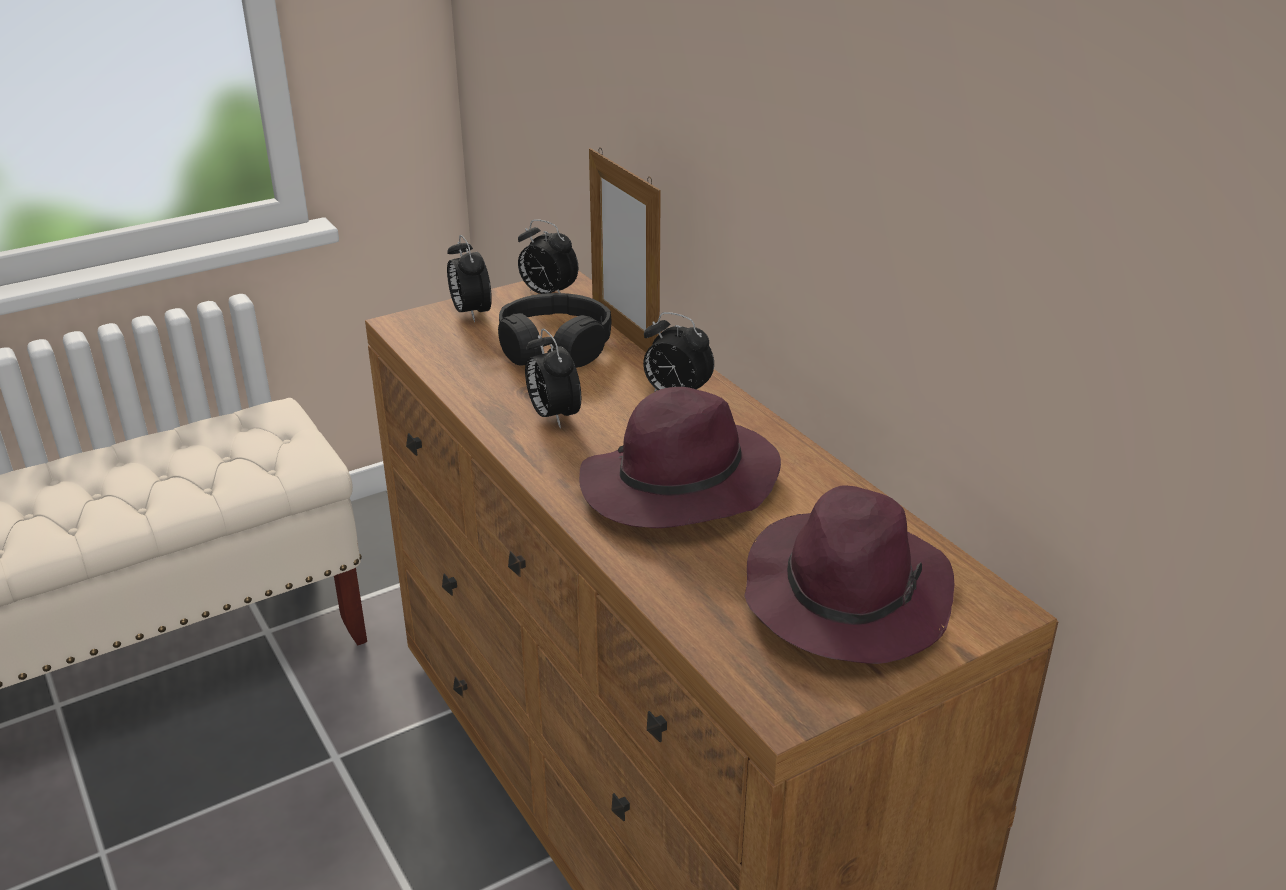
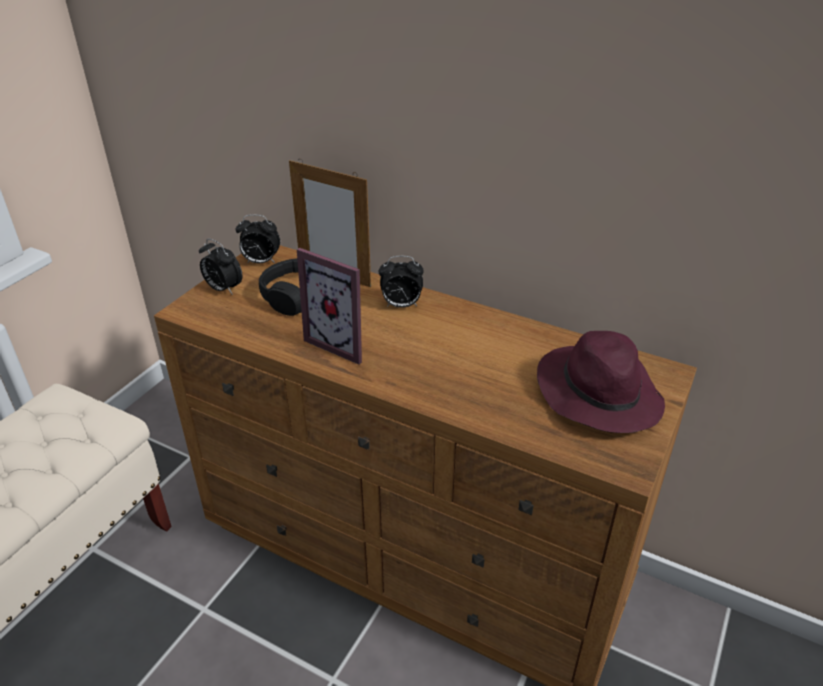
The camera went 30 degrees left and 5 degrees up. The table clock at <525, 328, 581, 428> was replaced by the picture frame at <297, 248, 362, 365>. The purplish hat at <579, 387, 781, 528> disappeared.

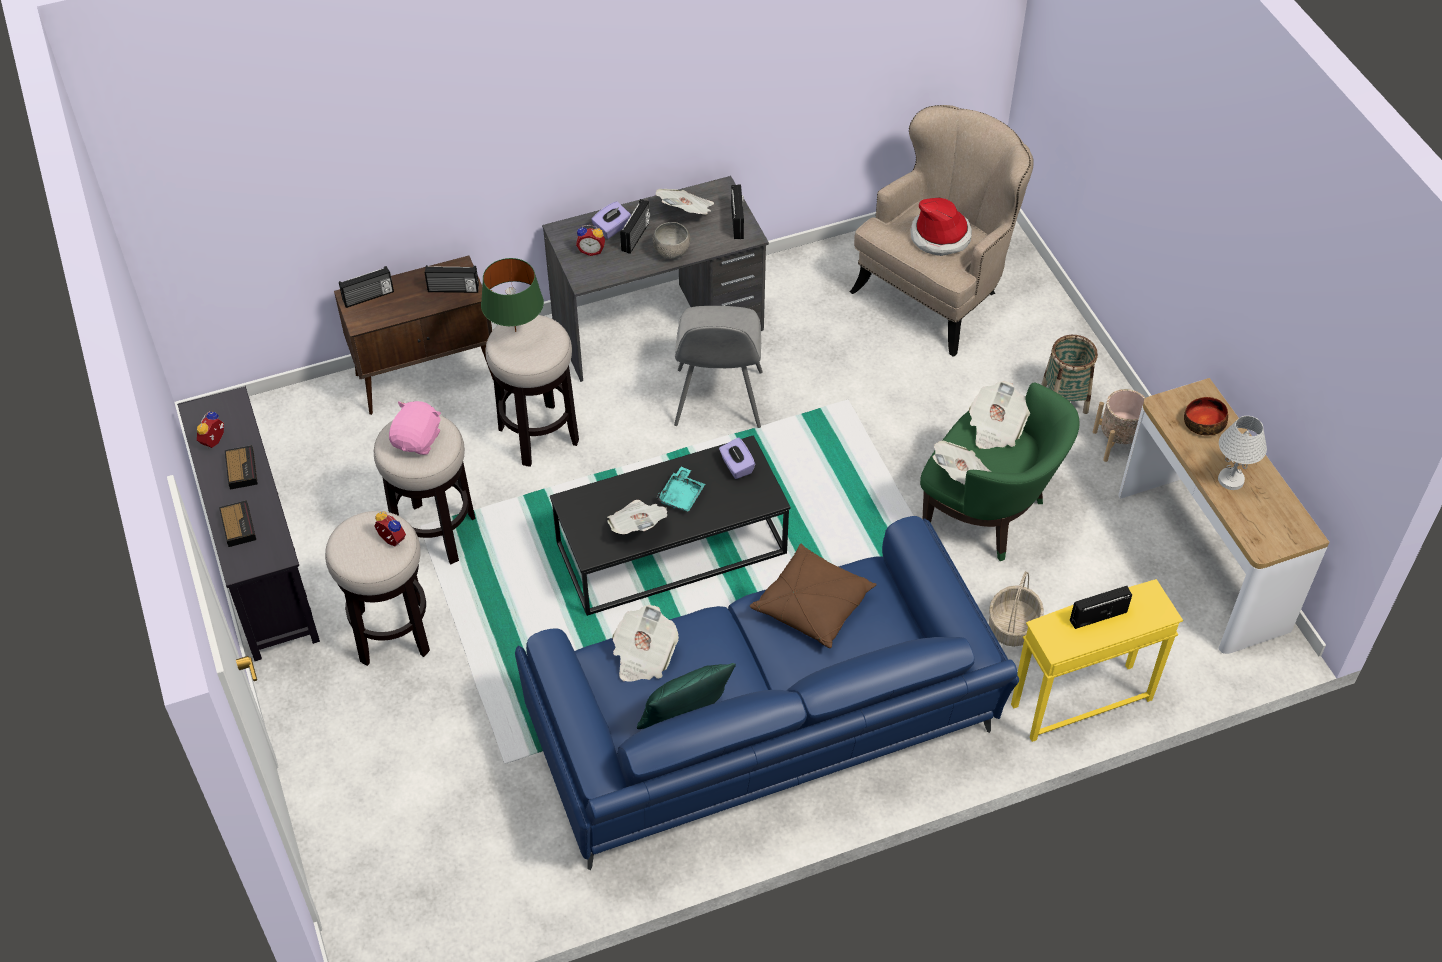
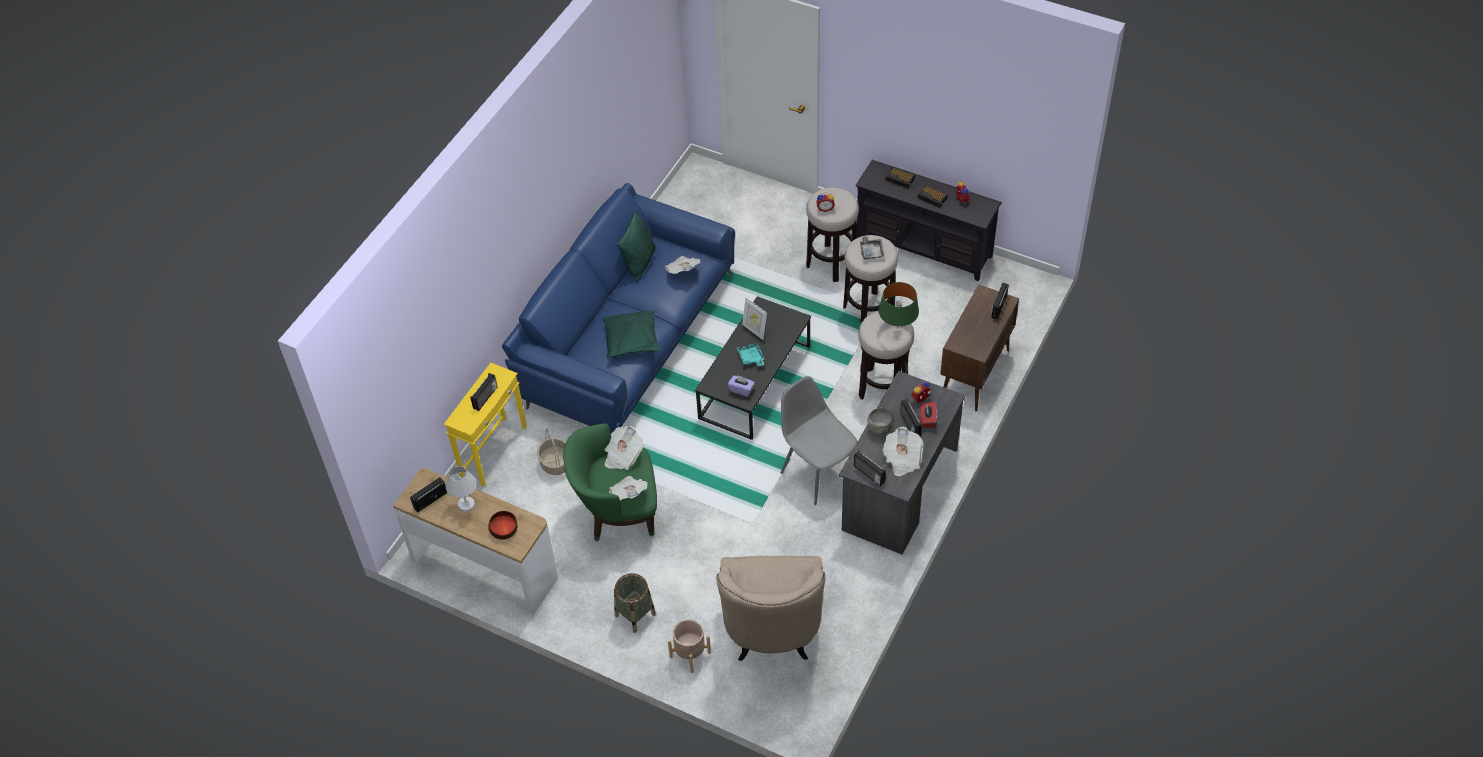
The camera went 140 degrees right and 0 degrees up. The hat at <910, 198, 972, 256> disappeared. The purplish tissue box at <591, 202, 631, 239> became the reddish tissue box at <920, 402, 937, 428>. The radio set moved from <425, 265, 479, 293> to <410, 477, 447, 512>. The beige planter moved from <1093, 389, 1145, 462> to <668, 619, 711, 673>. The pinkish plush toy at <389, 401, 441, 455> was replaced by the gray tray at <860, 236, 884, 260>. The daily paper at <607, 500, 668, 534> was replaced by the picture frame at <742, 297, 767, 340>. The brownish cushion at <750, 543, 877, 648> became the green cushion at <602, 310, 660, 358>.

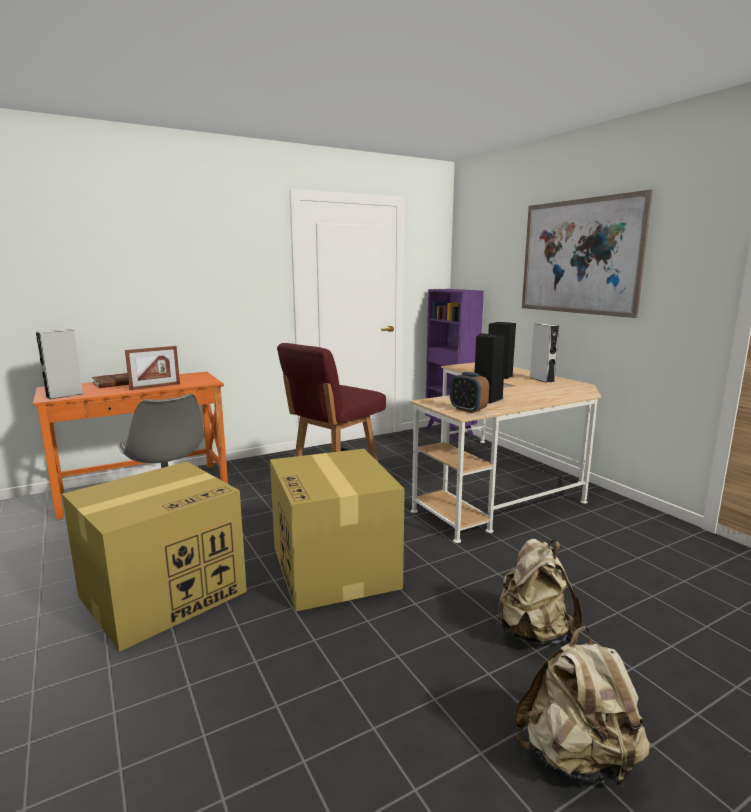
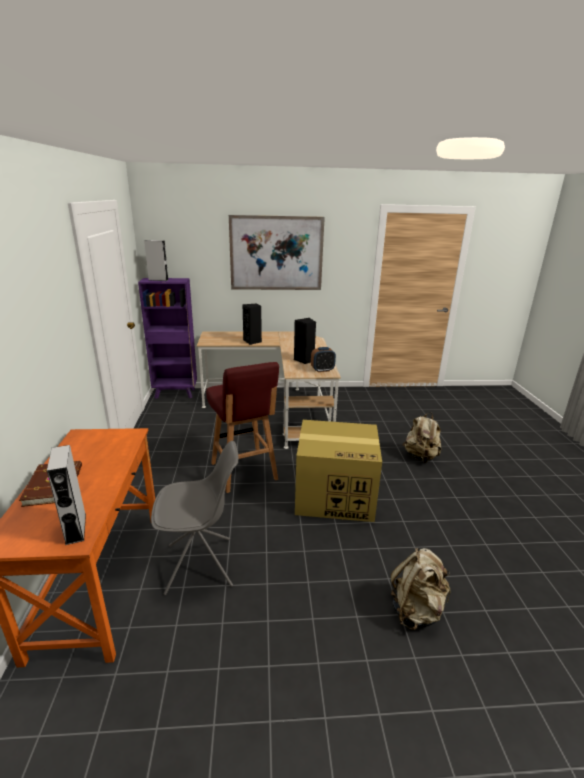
The camera went 65 degrees left and 10 degrees up. The gray speaker moved from <529, 323, 559, 383> to <144, 240, 168, 281>. The picture frame at <125, 346, 180, 390> disappeared. The carton at <62, 462, 247, 652> disappeared. The beige backpack moved from <514, 626, 650, 790> to <391, 548, 451, 630>.

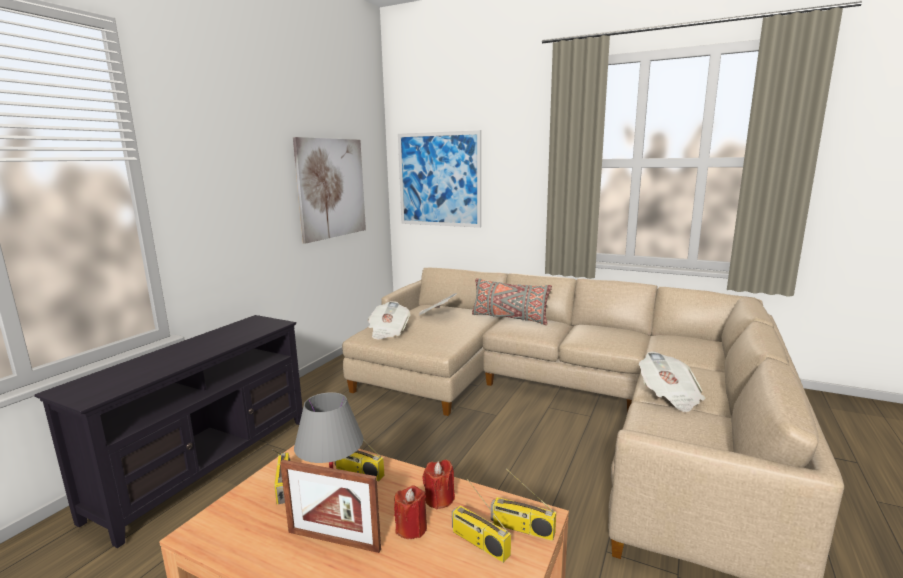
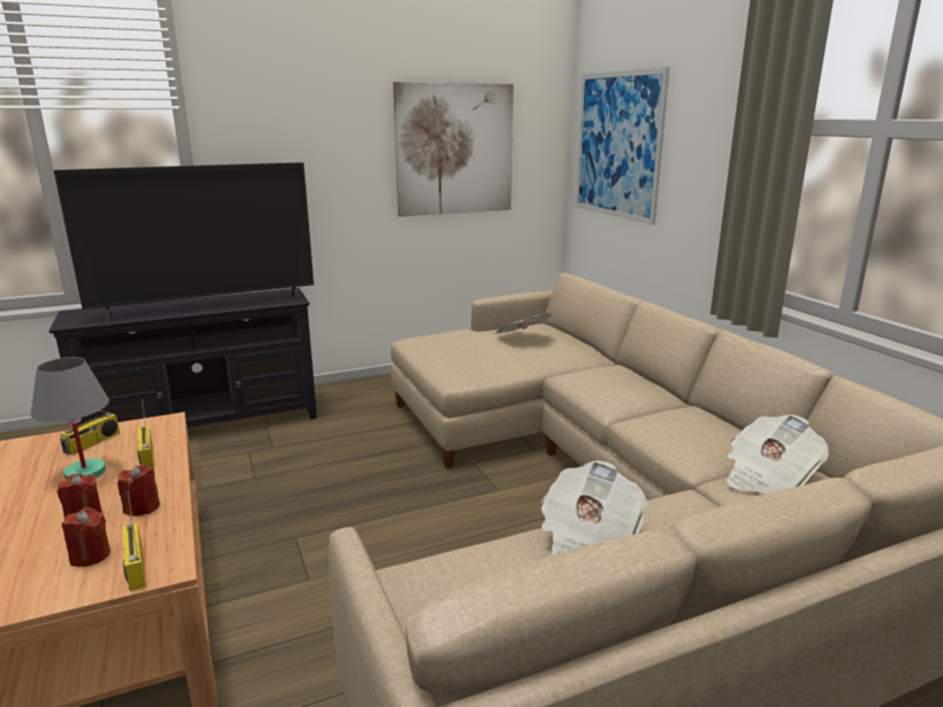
The camera went 40 degrees right and 5 degrees up. The gray cushion at <472, 279, 552, 325> disappeared. The daily paper moved from <368, 301, 410, 339> to <727, 415, 829, 494>. The picture frame at <280, 460, 381, 553> disappeared. The radio set at <452, 478, 511, 563> was replaced by the reddish candle at <62, 507, 110, 567>. The TV set at <54, 162, 314, 322> appeared.

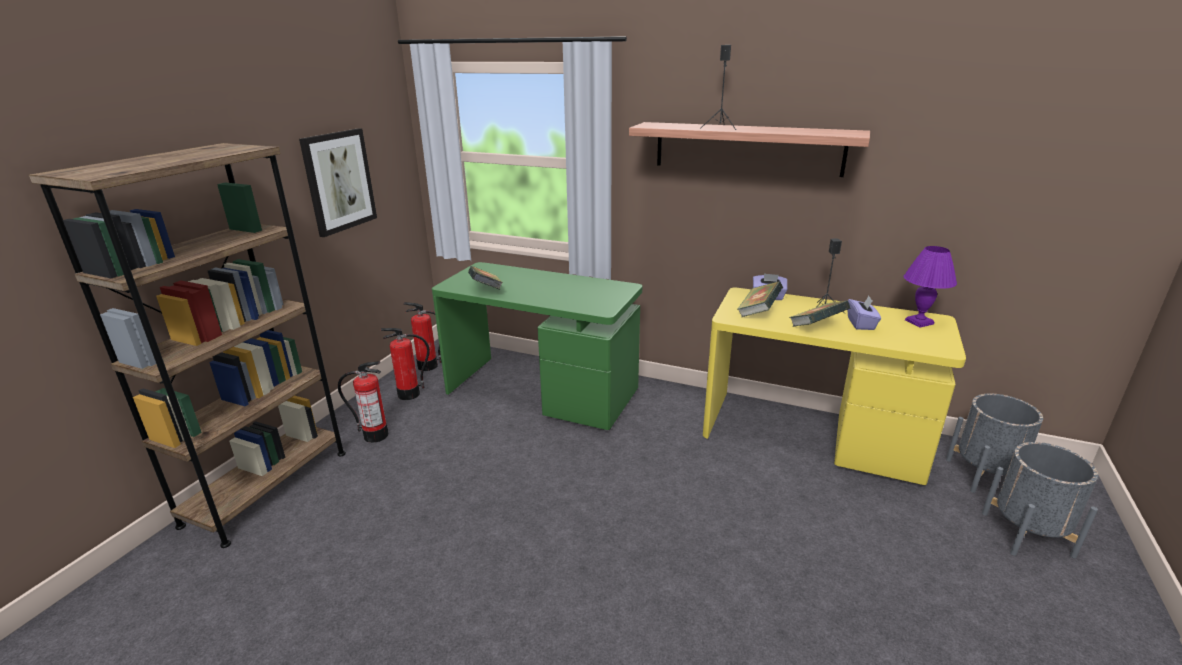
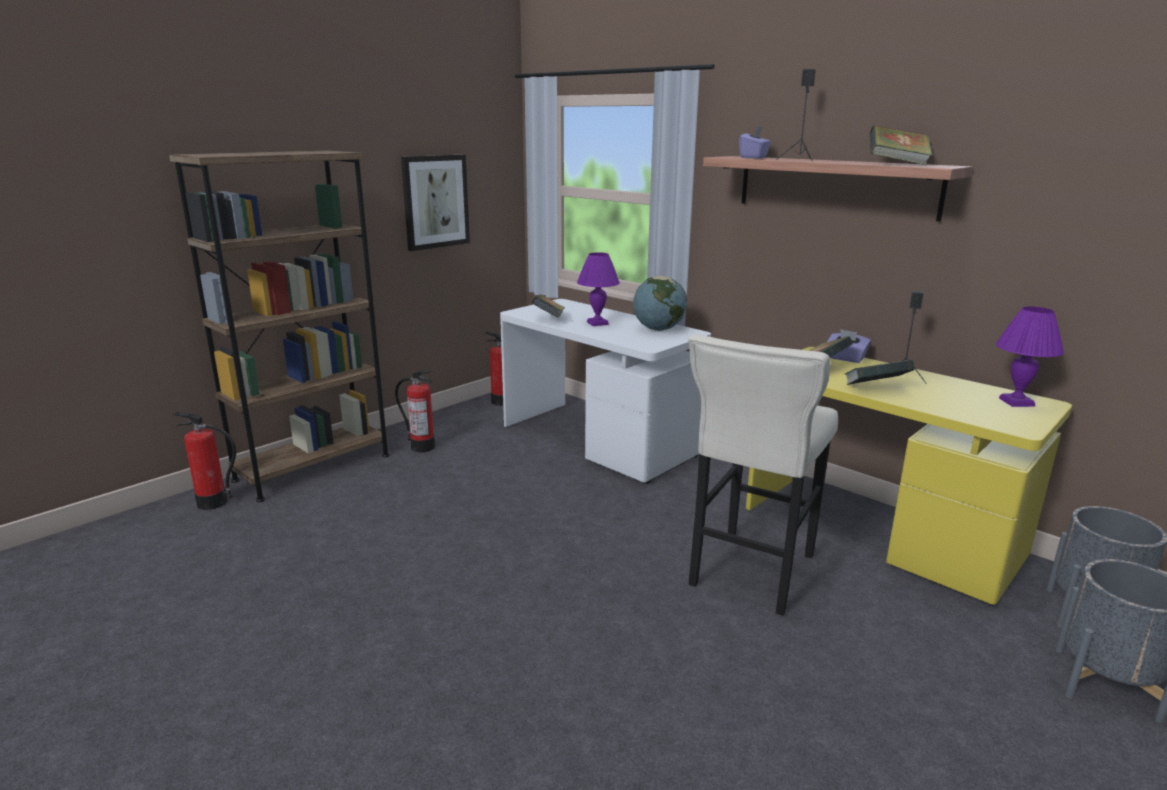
The camera went 20 degrees right and 5 degrees down. The green desk at <432, 262, 642, 430> became the white desk at <500, 299, 711, 484>. The purplish tissue box moved from <848, 296, 881, 330> to <739, 127, 771, 159>. The extinguisher moved from <381, 328, 430, 400> to <173, 412, 236, 510>. The volume at <869, 125, 932, 166> appeared. The purplish table lamp at <577, 252, 620, 326> appeared. The desk globe at <633, 276, 687, 331> appeared. The beige sitting stool at <688, 334, 838, 616> appeared.

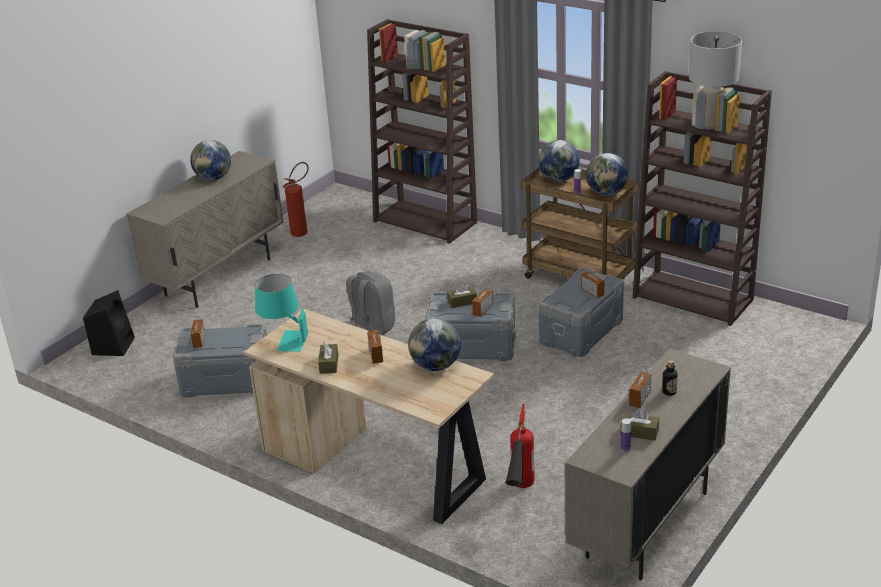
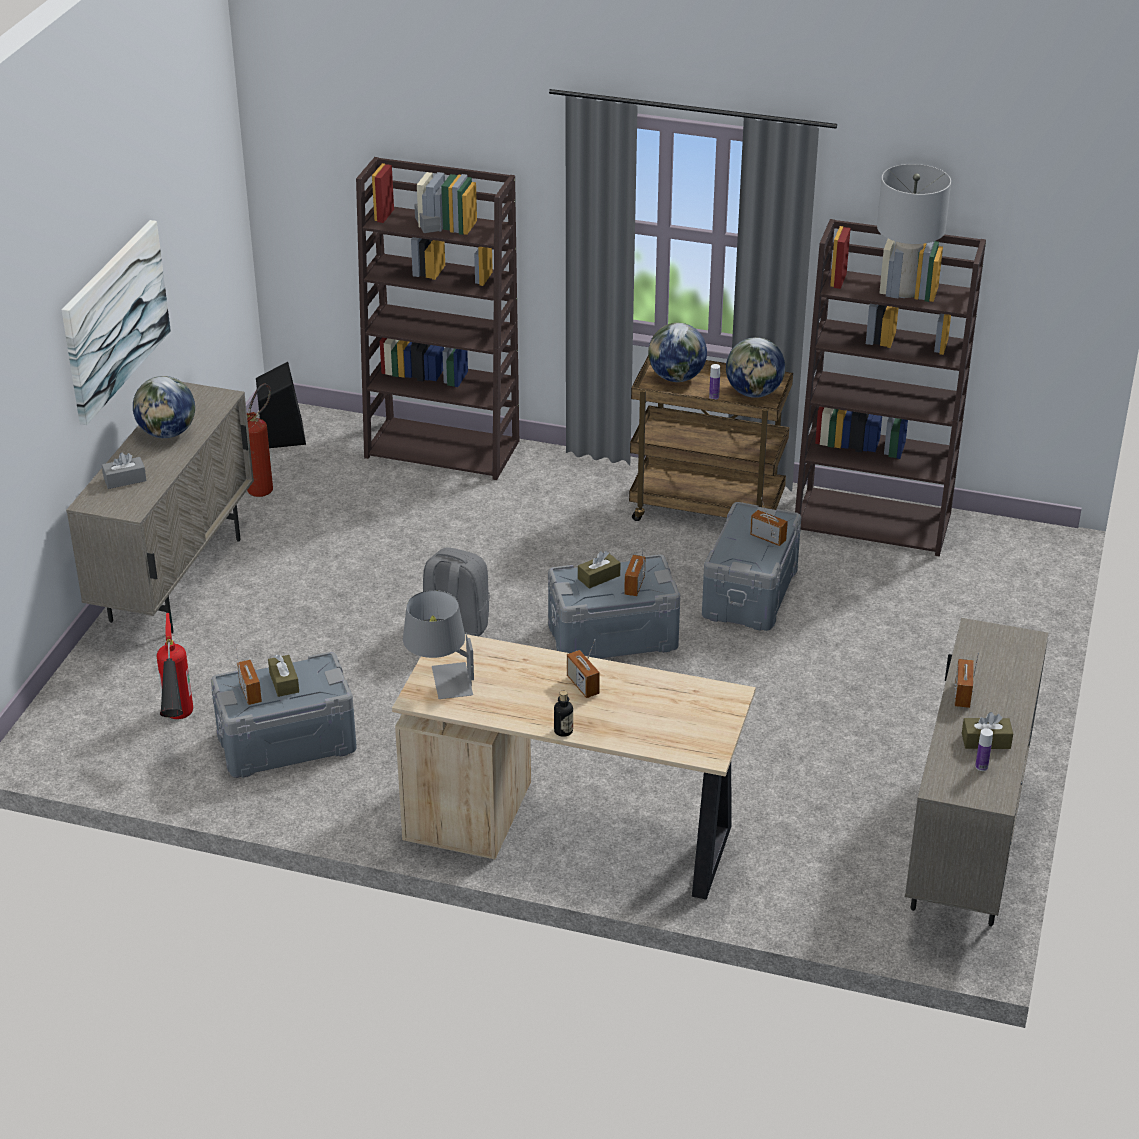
The camera went 20 degrees left and 5 degrees up. The blue-green table lamp at <255, 274, 308, 352> became the gray table lamp at <403, 590, 474, 699>. The blackish speaker moved from <83, 290, 135, 356> to <256, 362, 306, 448>. The desk globe at <408, 318, 461, 371> disappeared. The brownish tissue box moved from <318, 341, 339, 374> to <268, 655, 299, 697>. The beverage bottle moved from <662, 360, 678, 396> to <554, 691, 573, 737>. The extinguisher moved from <505, 404, 534, 488> to <157, 613, 193, 719>. The wall picture at <61, 220, 171, 425> appeared. The gray tissue box at <102, 452, 147, 489> appeared.

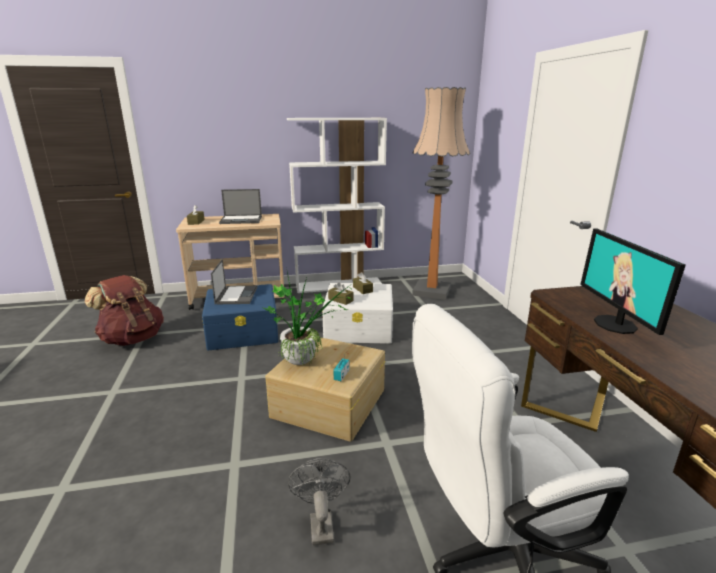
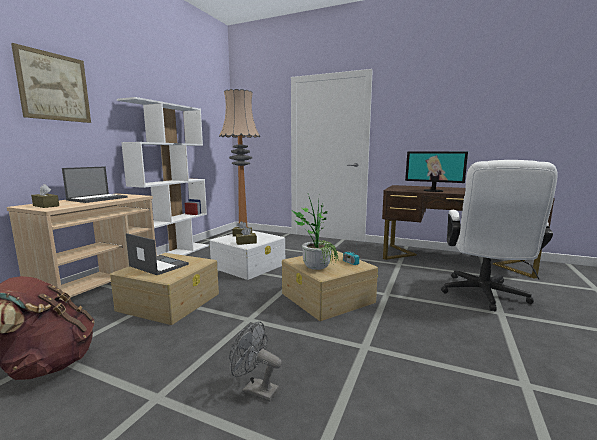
The camera went 55 degrees left and 10 degrees down. The bluish storage box at <202, 284, 279, 351> became the beige storage box at <110, 253, 219, 325>. The gray cooling fan moved from <288, 458, 351, 545> to <229, 322, 282, 402>. The wall picture at <11, 43, 91, 123> appeared.

